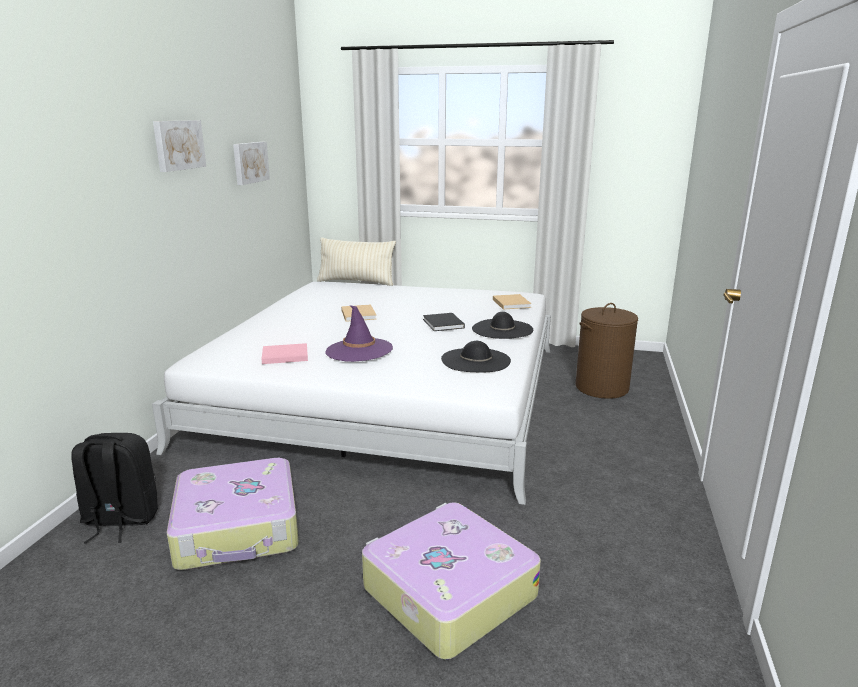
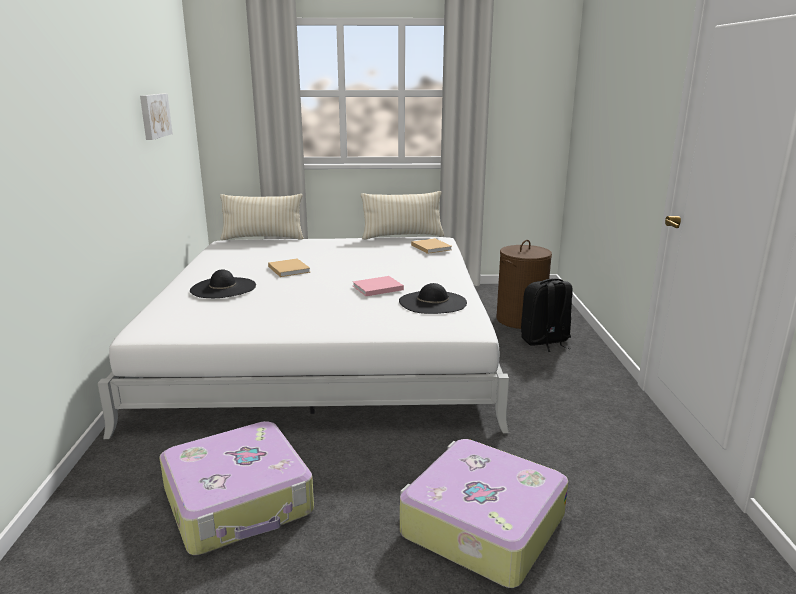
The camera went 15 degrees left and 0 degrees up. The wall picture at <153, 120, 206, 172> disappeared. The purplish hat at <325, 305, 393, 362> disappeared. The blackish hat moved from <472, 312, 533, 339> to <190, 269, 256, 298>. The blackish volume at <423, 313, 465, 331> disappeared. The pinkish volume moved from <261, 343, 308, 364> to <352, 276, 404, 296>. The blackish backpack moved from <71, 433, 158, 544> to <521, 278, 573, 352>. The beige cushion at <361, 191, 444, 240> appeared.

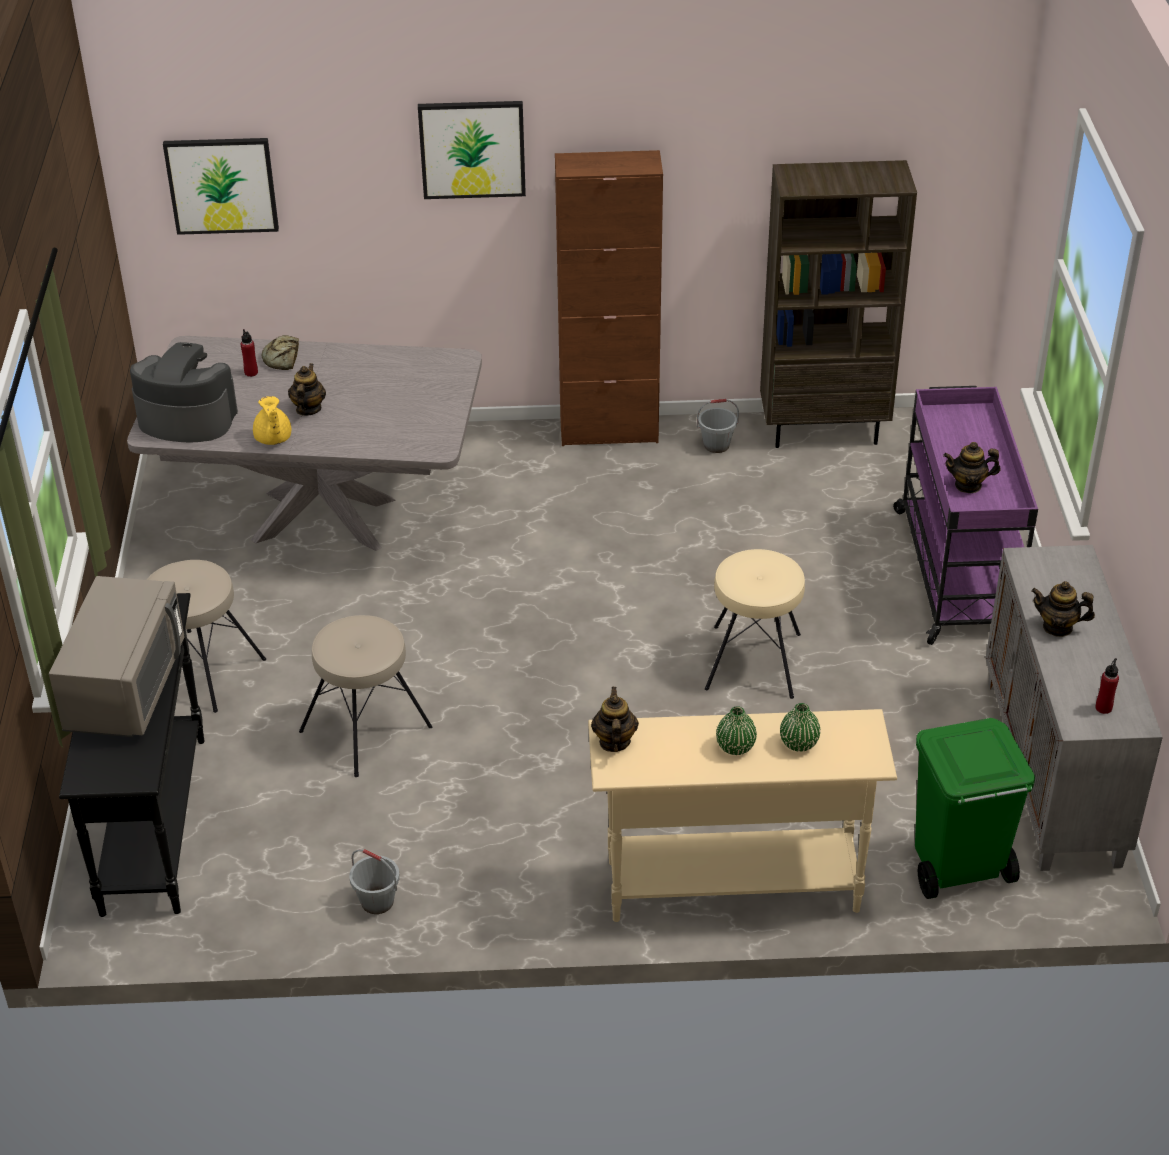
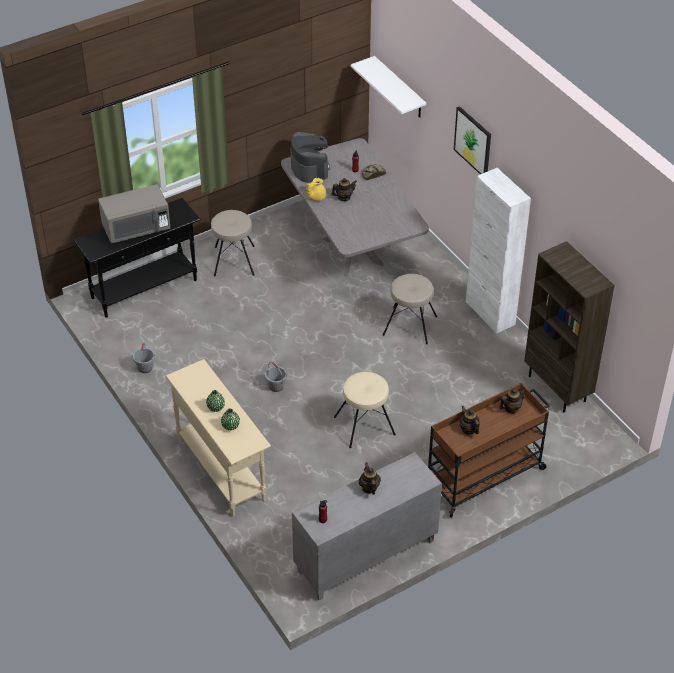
The camera went 60 degrees right and 5 degrees up. The wall picture at <163, 138, 279, 235> was replaced by the white wall shelf at <351, 56, 426, 118>. The brownish storage cabinet at <555, 150, 663, 446> became the white storage cabinet at <466, 168, 531, 334>. The purplish trolley at <893, 386, 1038, 645> became the brownish trolley at <428, 383, 550, 517>. The gray pail moved from <697, 399, 739, 453> to <265, 362, 287, 392>. The beige sitting stool moved from <299, 615, 432, 777> to <383, 274, 437, 345>. The tea pot moved from <591, 687, 639, 752> to <499, 389, 526, 413>. The green trash can at <915, 718, 1035, 899> disappeared.

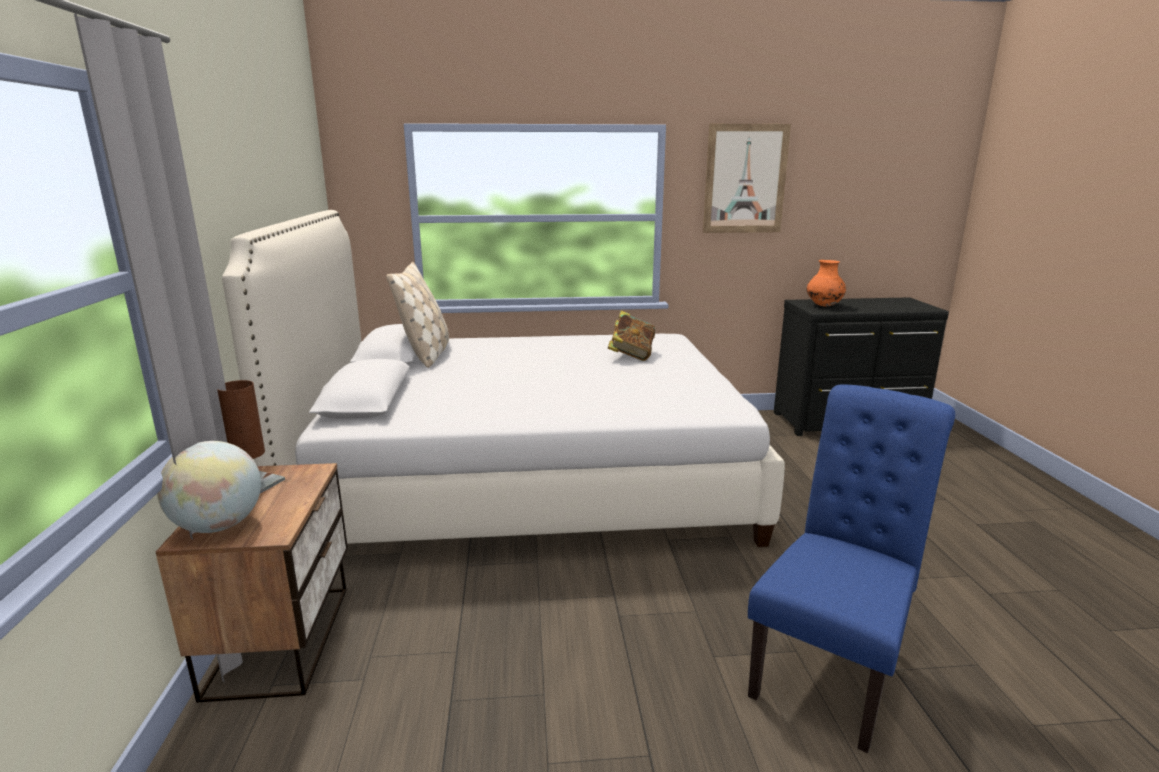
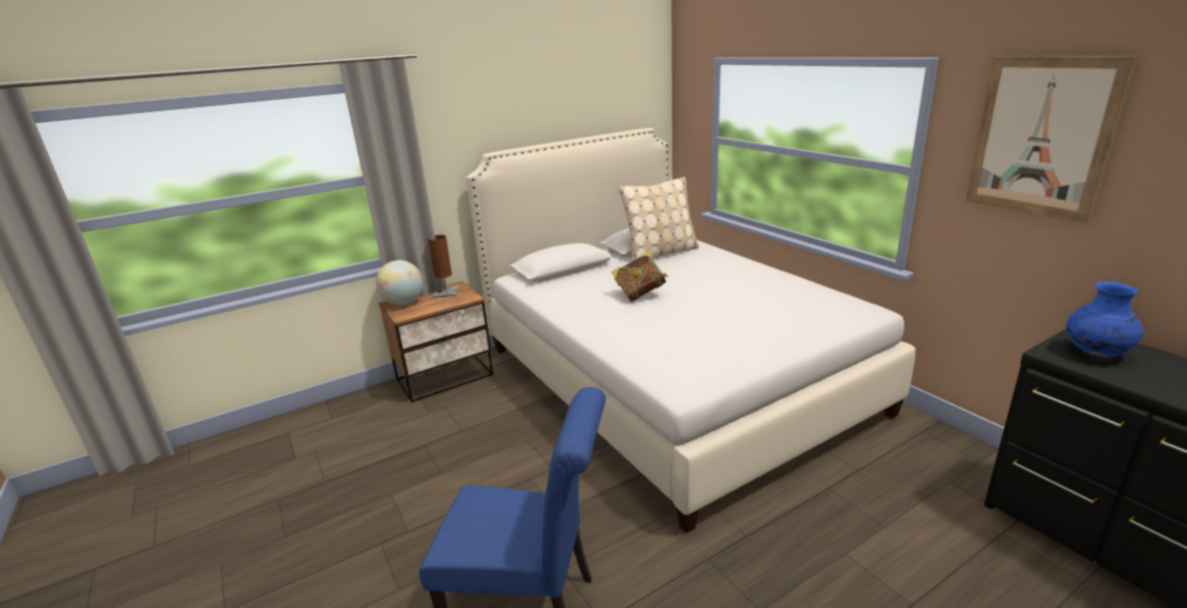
The camera went 65 degrees right and 5 degrees up. The orangey flower vase at <807, 260, 846, 306> became the bluish flower vase at <1066, 281, 1143, 357>. The volume moved from <608, 311, 655, 361> to <611, 251, 668, 302>.

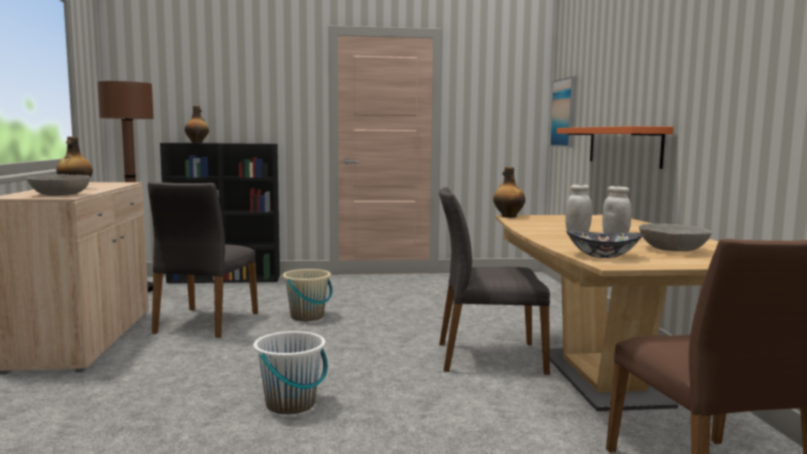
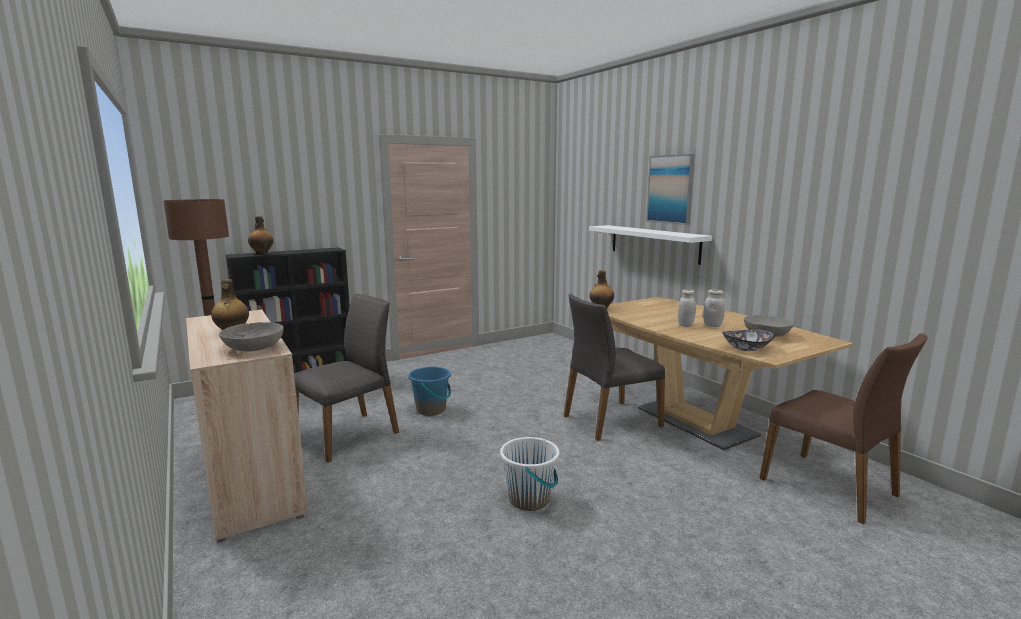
The camera went 25 degrees left and 5 degrees up. The wall picture moved from <550, 76, 577, 148> to <646, 154, 695, 225>. The orangey wall shelf at <557, 126, 673, 169> became the white wall shelf at <589, 225, 712, 265>. The gray plain chair at <148, 182, 258, 338> turned 120 degrees counterclockwise. The beige pail at <283, 269, 333, 321> became the bluish pail at <408, 366, 451, 416>.

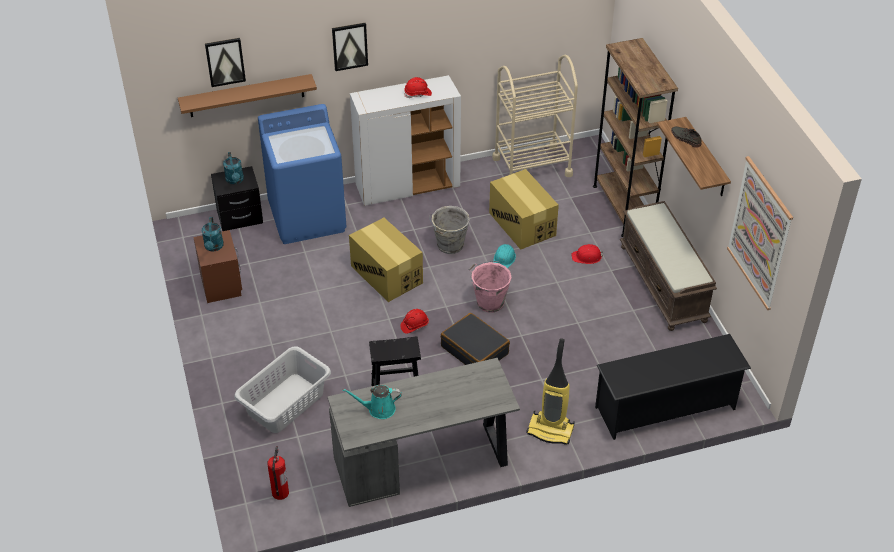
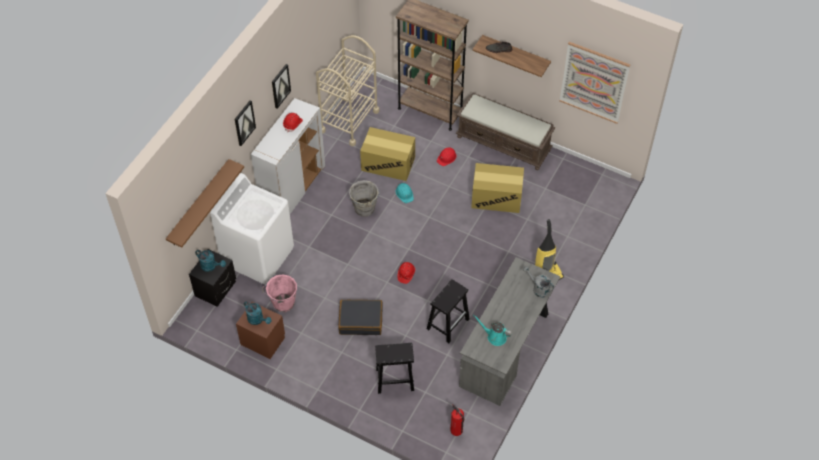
The camera went 45 degrees left and 10 degrees up. The wall picture moved from <205, 38, 246, 87> to <272, 64, 291, 109>. The bluish washing machine at <258, 104, 346, 244> became the white washing machine at <210, 173, 294, 285>. The carton moved from <349, 218, 423, 302> to <471, 163, 524, 213>. The pinkish pail moved from <469, 261, 512, 313> to <262, 274, 297, 312>. The blackish travel case moved from <441, 313, 510, 365> to <339, 299, 383, 335>. The blackish shoe shelf at <595, 334, 751, 440> disappeared. The gray hamper at <234, 346, 331, 433> was replaced by the blackish sitting stool at <375, 343, 414, 394>. The blue-green watering pot at <342, 385, 402, 419> turned 75 degrees clockwise. The gray watering pot at <523, 266, 554, 298> appeared.

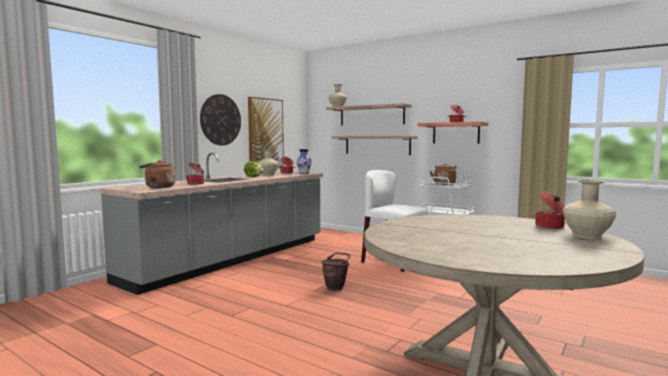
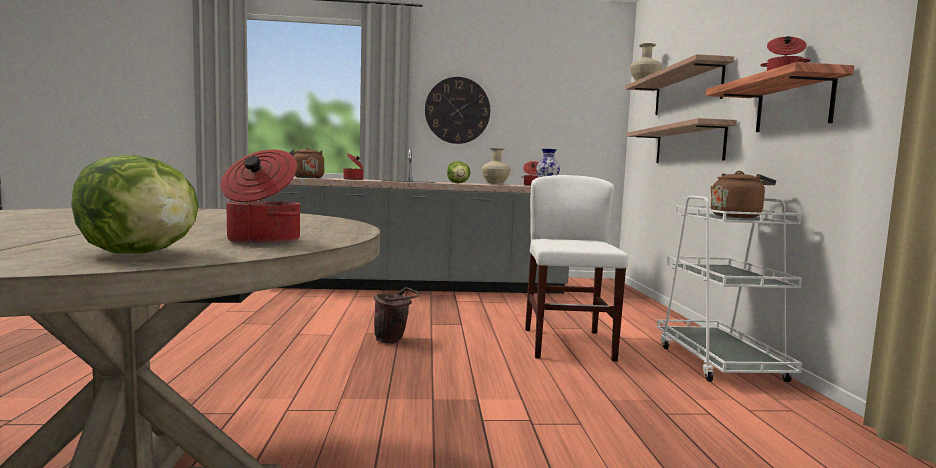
The camera went 50 degrees right and 0 degrees up. The wall picture at <248, 97, 284, 167> disappeared. The beige flower vase at <563, 180, 616, 239> was replaced by the lettuce head at <71, 155, 199, 254>.

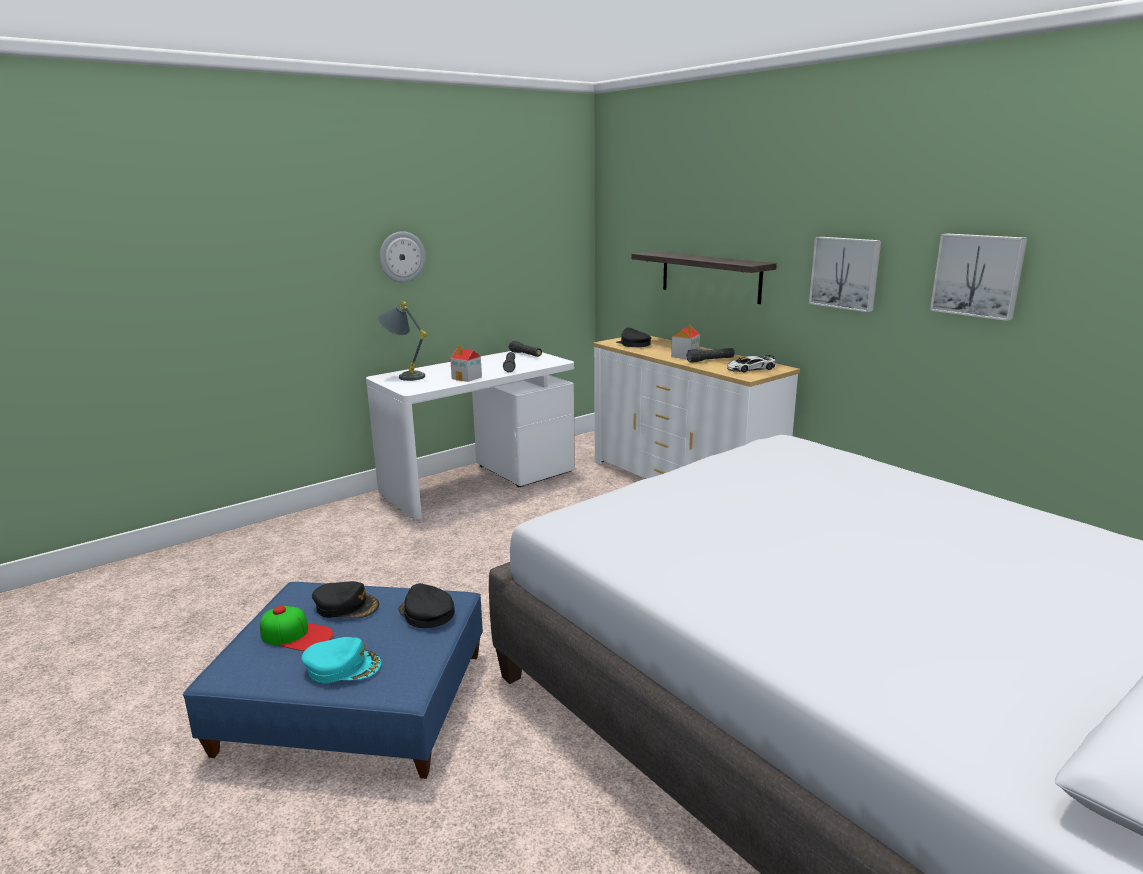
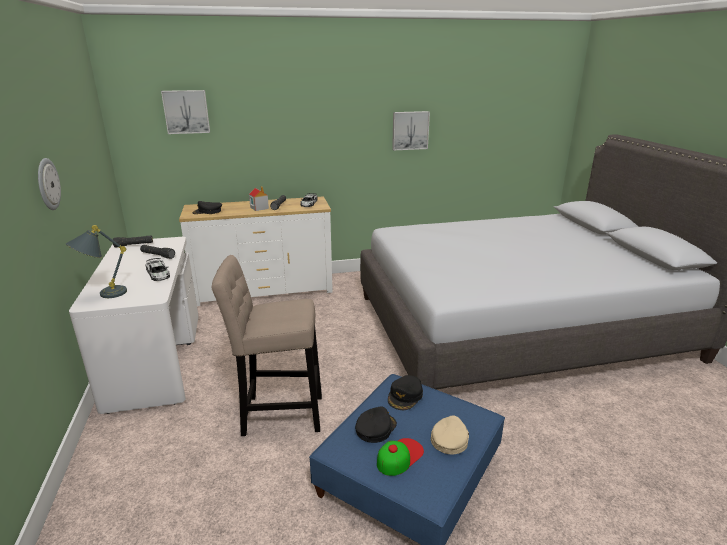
The camera went 65 degrees left and 5 degrees up. The wall picture moved from <809, 237, 881, 312> to <161, 90, 210, 134>. The wall shelf at <631, 251, 777, 304> disappeared. The model house at <450, 345, 482, 382> was replaced by the model car at <145, 258, 170, 281>. The blackish cap at <399, 583, 455, 628> turned 45 degrees counterclockwise. The blue-green cap at <302, 637, 381, 684> became the beige cap at <431, 415, 469, 454>. The beige sitting stool at <211, 255, 322, 436> appeared.

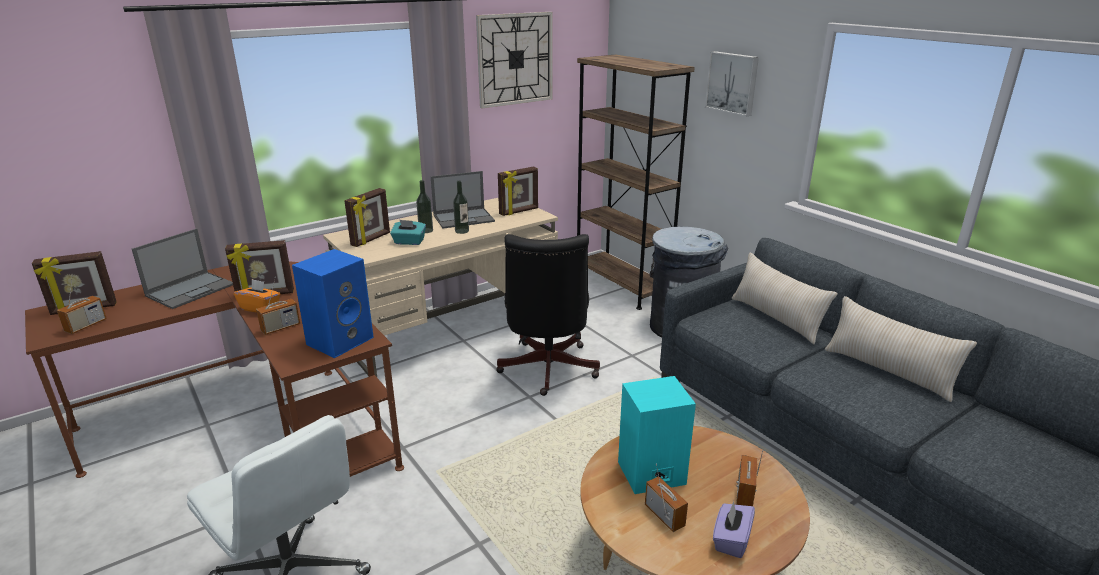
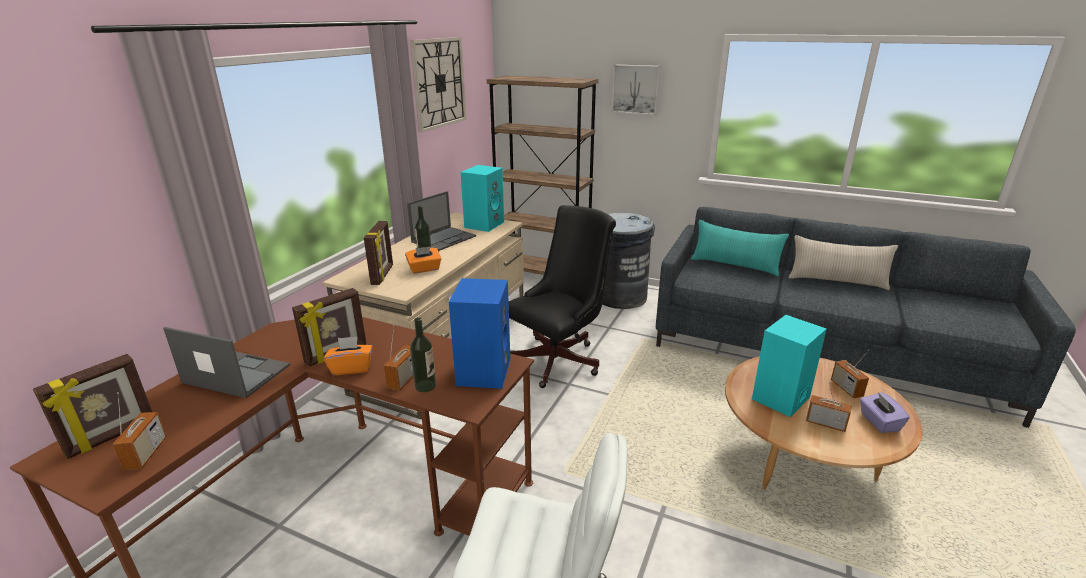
The camera went 30 degrees left and 0 degrees up. The picture frame at <498, 166, 538, 216> was replaced by the blue-green speaker at <461, 165, 504, 232>. The beverage bottle moved from <453, 181, 469, 234> to <410, 317, 436, 392>. The blue-green tissue box at <390, 220, 426, 245> became the orangey tissue box at <405, 247, 441, 274>. The portable computer at <132, 228, 233, 309> turned 75 degrees counterclockwise. The blackish office chair at <496, 234, 600, 396> turned 105 degrees counterclockwise. The beige cushion at <732, 253, 838, 344> became the blue-green cushion at <691, 220, 789, 276>.

